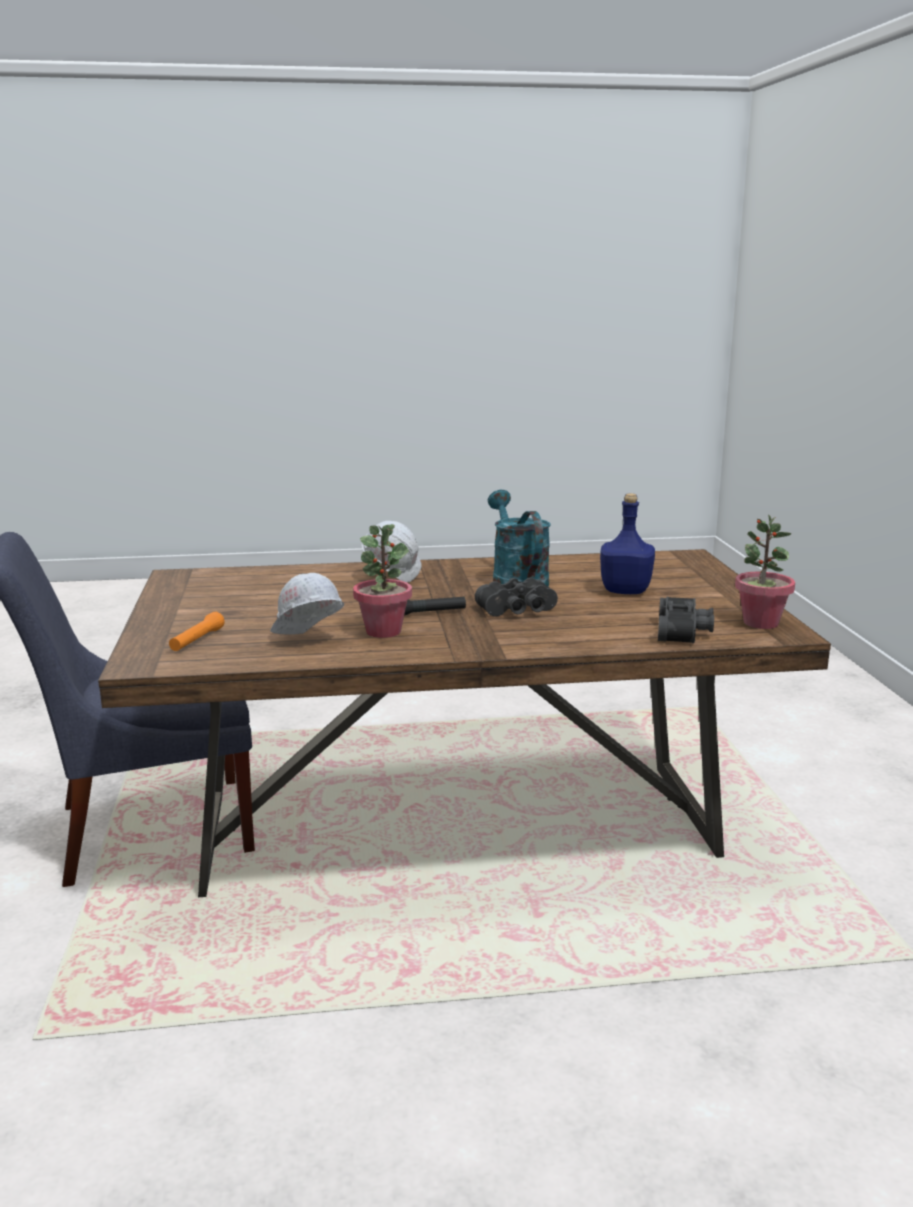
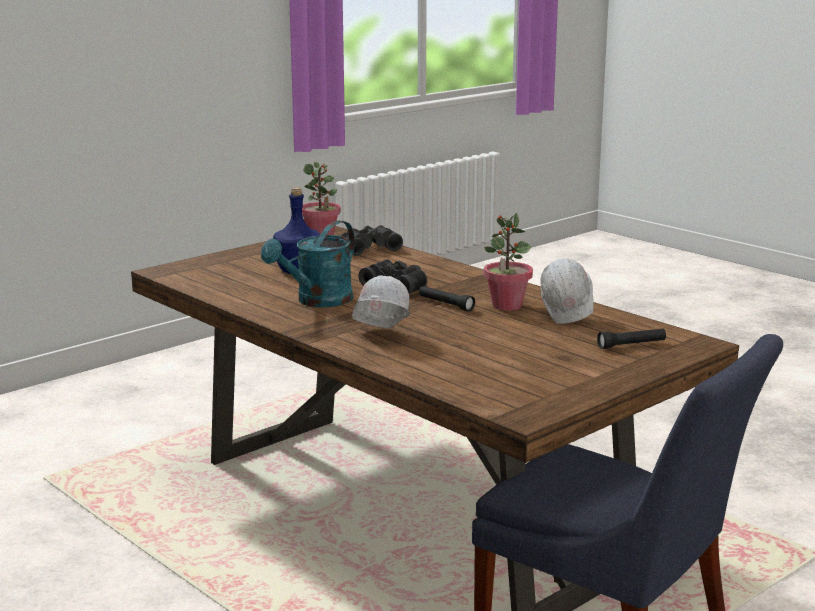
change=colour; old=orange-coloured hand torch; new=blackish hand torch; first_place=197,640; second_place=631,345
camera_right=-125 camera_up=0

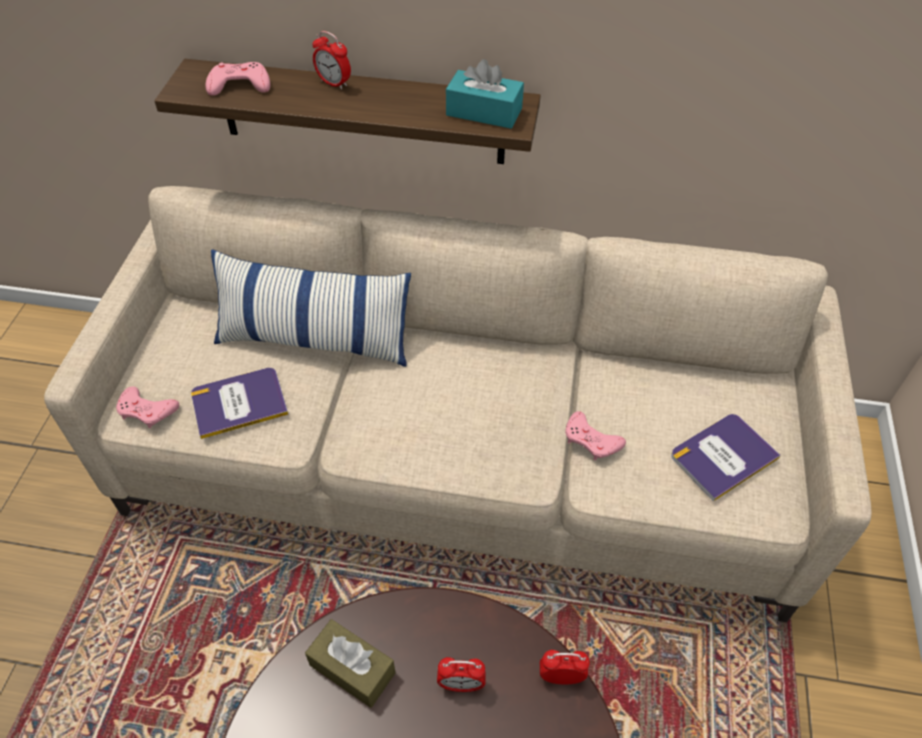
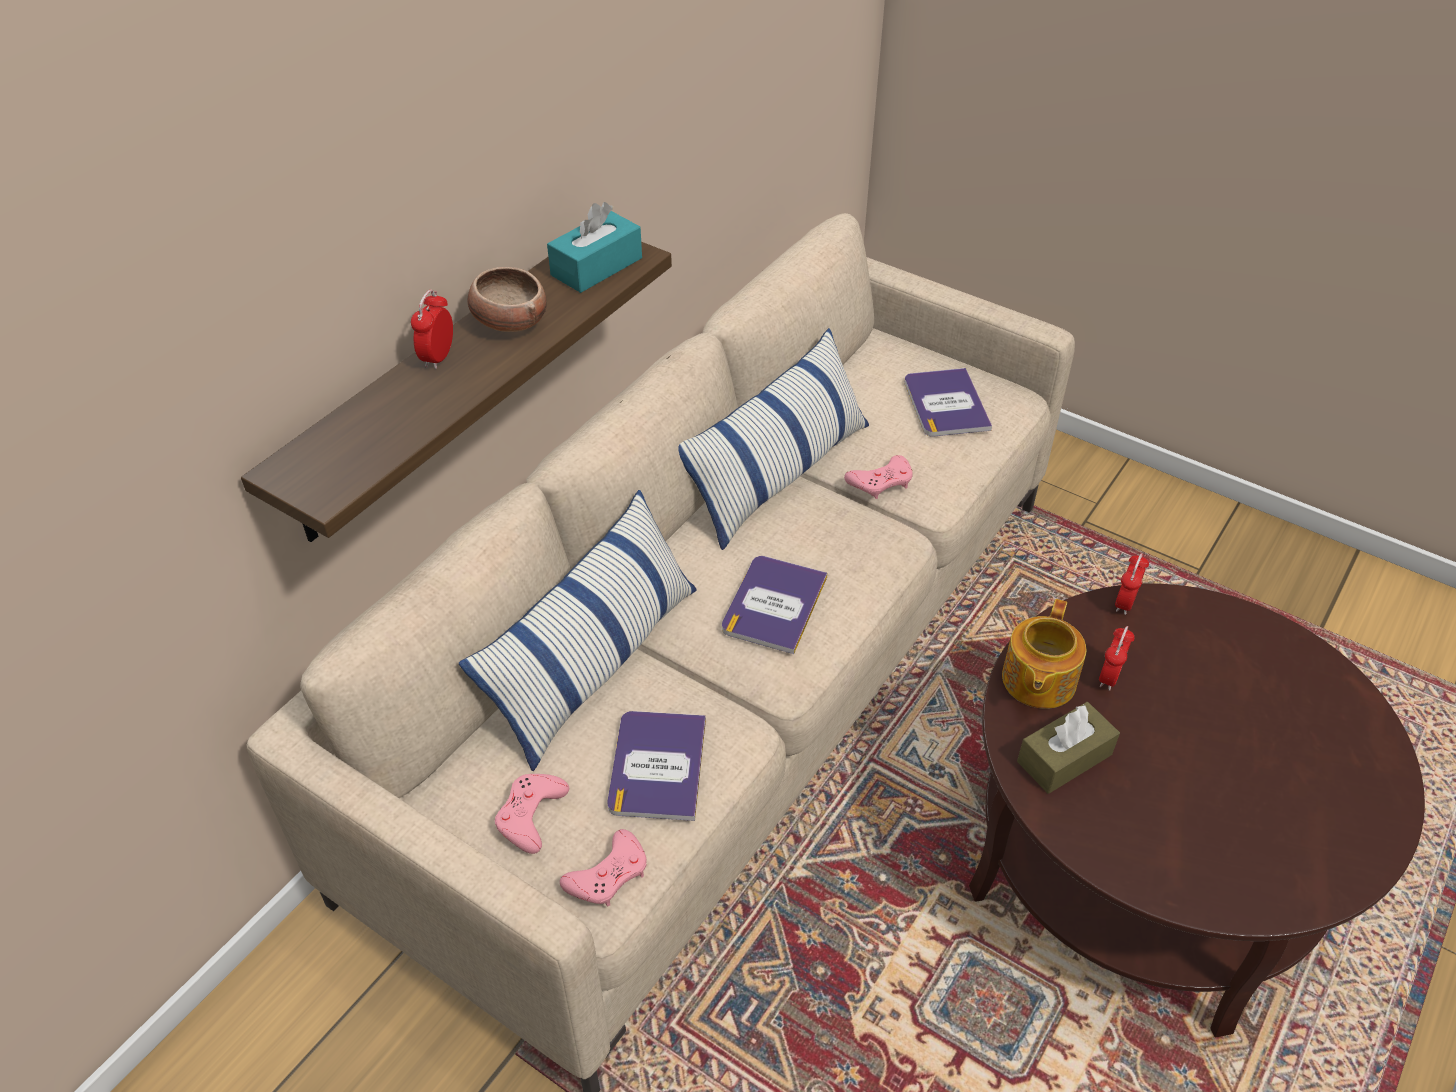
change=spun; old=table clock; first_place=334,83; second_place=438,357; degrees=135
change=appeared; new=deep dish; second_place=509,321
change=relocated; old=pinkish game controller; first_place=239,85; second_place=531,815
change=appeared; new=throw pillow; second_place=777,474
change=appeared; new=volume; second_place=774,604
change=appeared; new=tea pot; second_place=1037,681
camera_right=-65 camera_up=-5

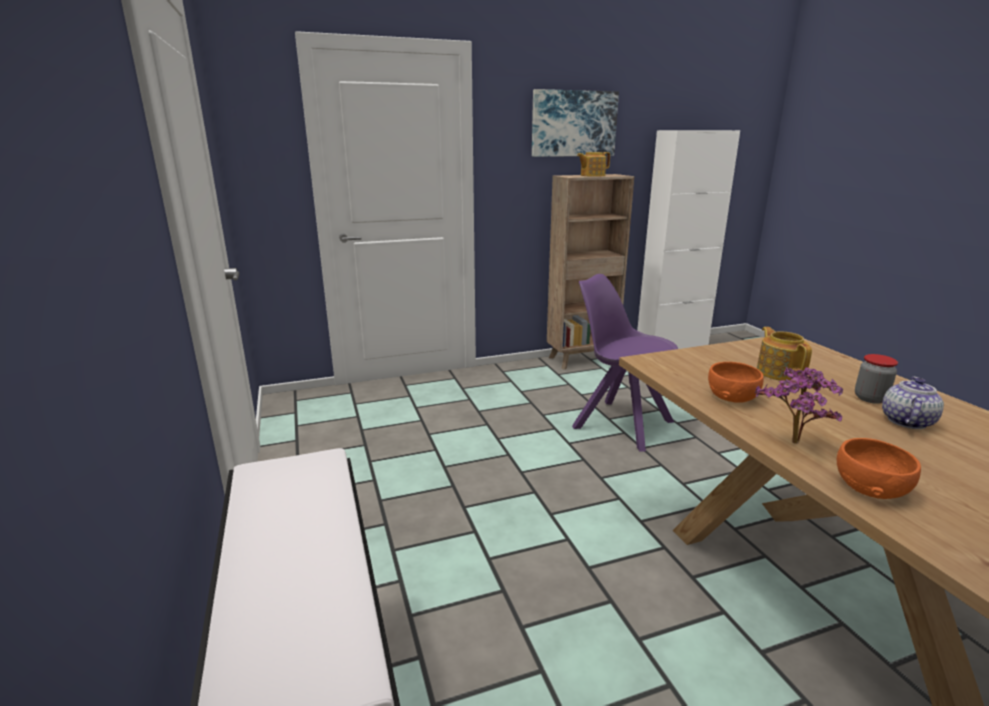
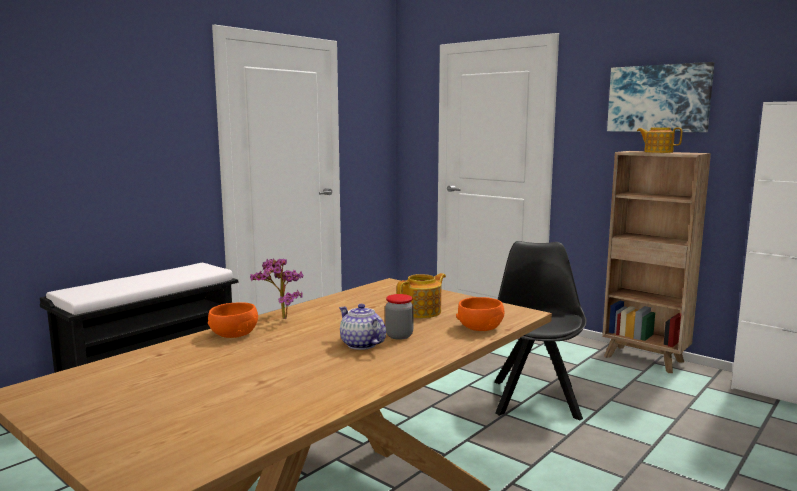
change=spun; old=tea pot; first_place=906,421; second_place=360,344; degrees=-135
change=relocated; old=orange-coloured deep dish; first_place=731,396; second_place=480,327
change=colour; old=purple-coloured chair; new=blackish chair; first_place=620,423; second_place=535,398
camera_right=60 camera_up=-10

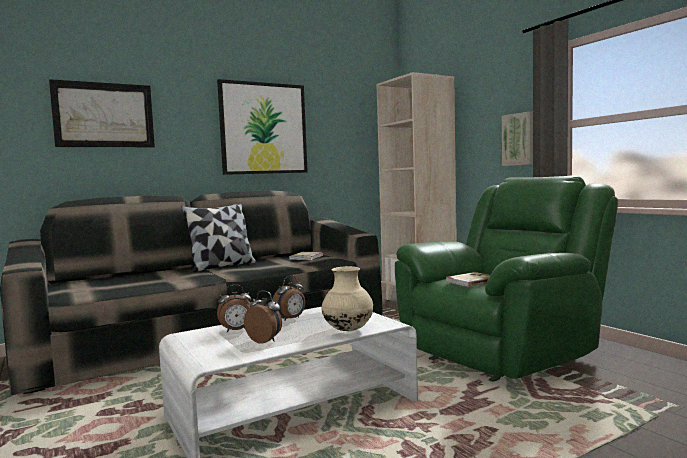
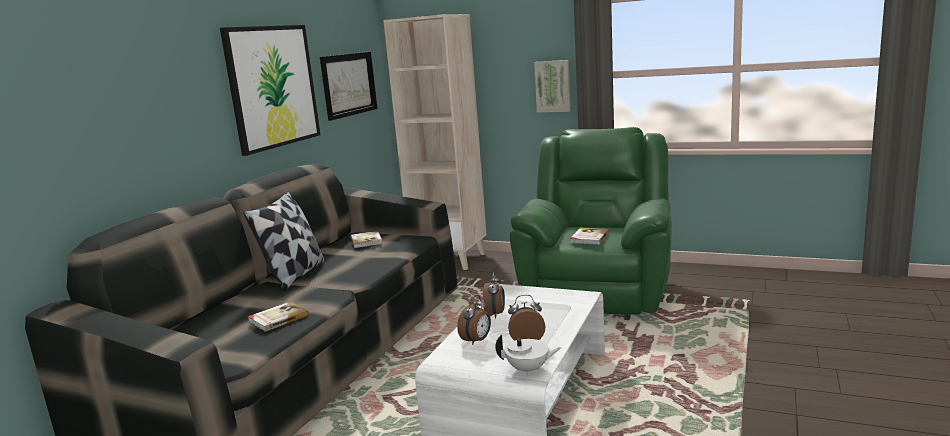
change=appeared; new=volume; second_place=278,318
change=relocated; old=wall picture; first_place=104,115; second_place=349,84
change=appeared; new=whitish tea pot; second_place=528,369
change=missing; old=sand-coloured vase; first_place=348,330
camera_right=-35 camera_up=10

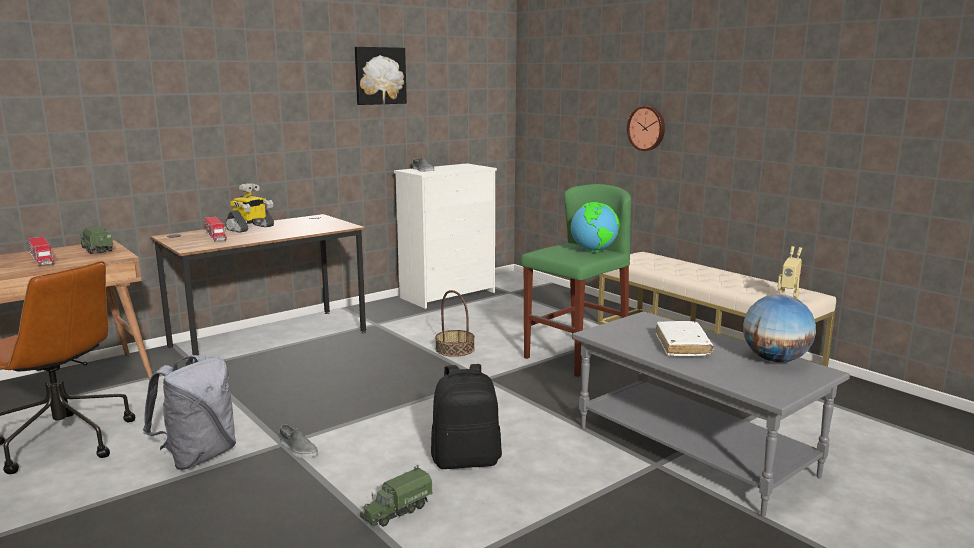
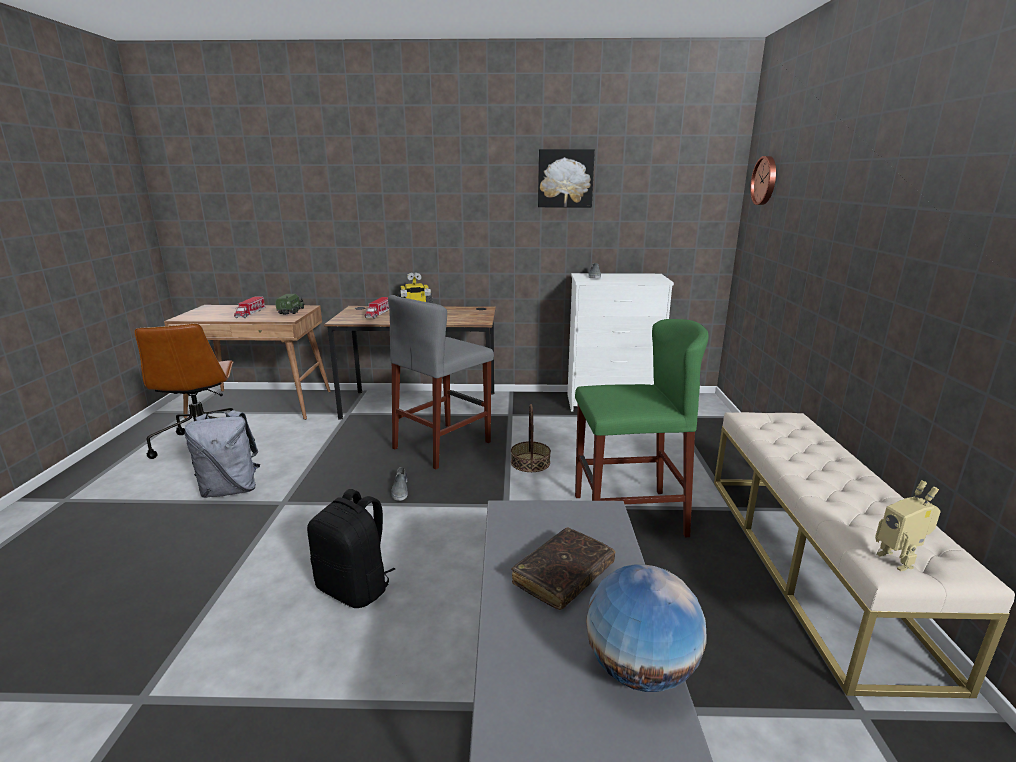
change=appeared; new=greyish stool; second_place=442,445
change=relocated; old=greyish shoe; first_place=298,448; second_place=400,489
change=colour; old=whitish volume; new=brown-coloured volume; first_place=682,345; second_place=563,575
change=relocated; old=hanging clock; first_place=647,128; second_place=765,180
change=missing; old=toy lorry; first_place=396,511
change=missing; old=desk globe; first_place=594,251
camera_right=40 camera_up=5

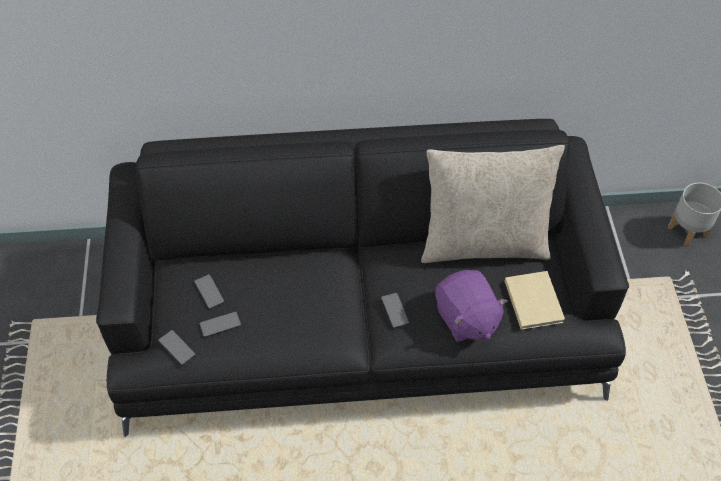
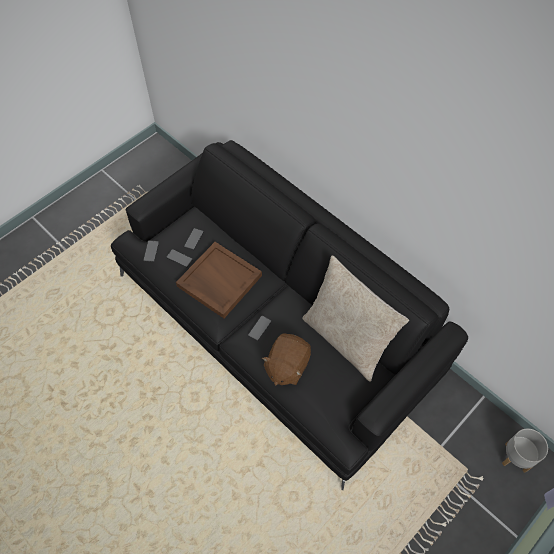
change=appeared; new=brown-coloured tray; second_place=218,281
change=colour; old=purple-coloured soft toy; new=brown-coloured soft toy; first_place=465,318; second_place=286,366
change=missing; old=sand-coloured volume; first_place=534,300
camera_right=50 camera_up=5

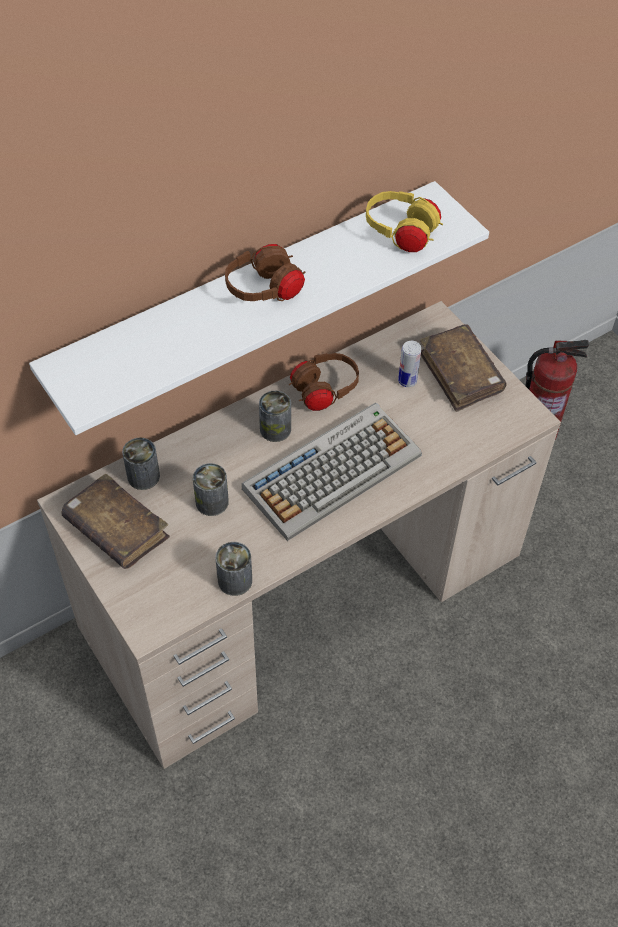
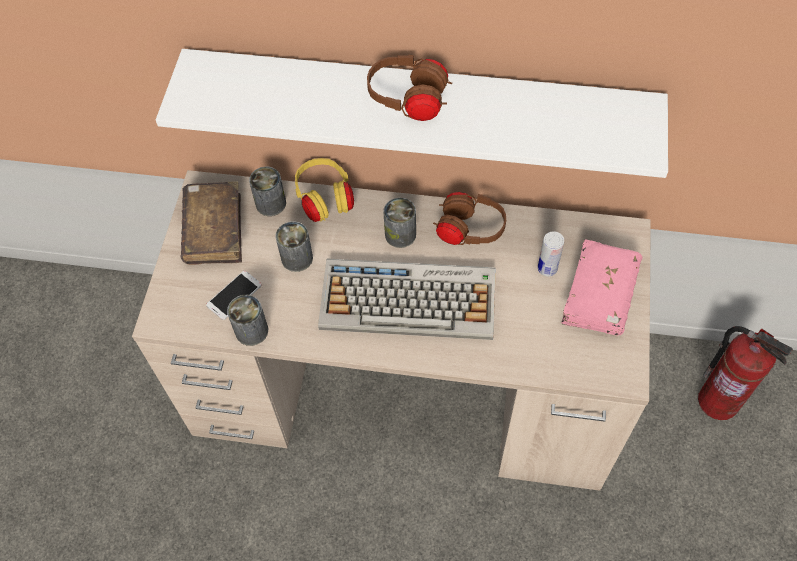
change=appeared; new=phone; second_place=234,295
change=relocated; old=yellow pair of headphones; first_place=401,234; second_place=325,200
change=colour; old=brown-coloured volume; new=pinkish volume; first_place=460,374; second_place=599,295
camera_right=45 camera_up=5

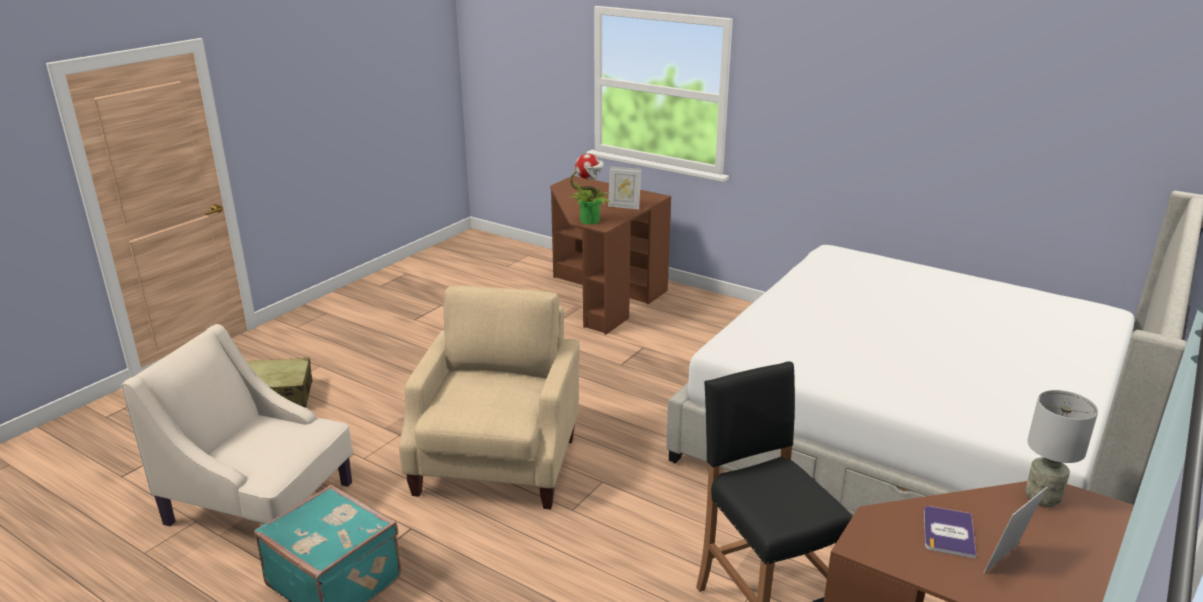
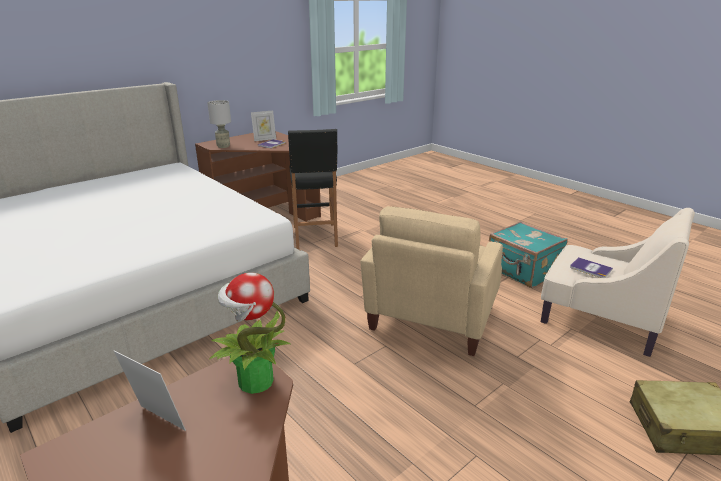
change=appeared; new=volume; second_place=590,268
camera_right=-165 camera_up=0

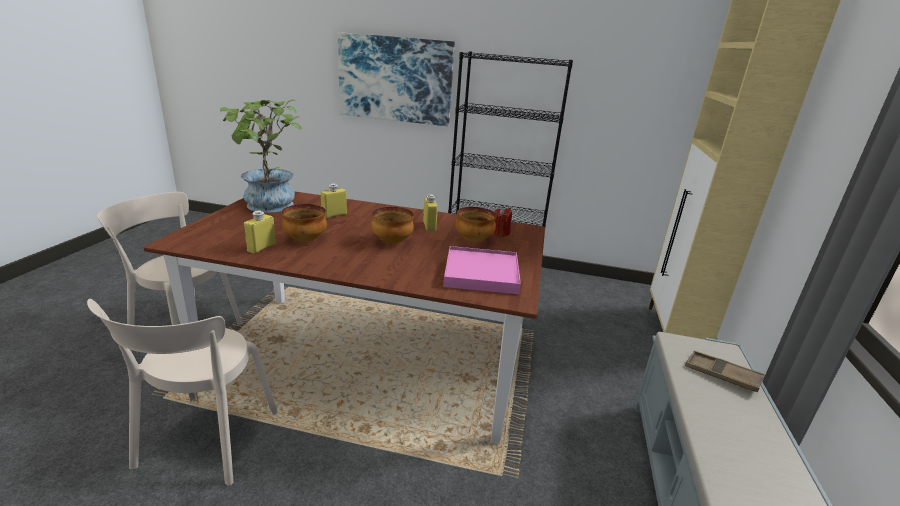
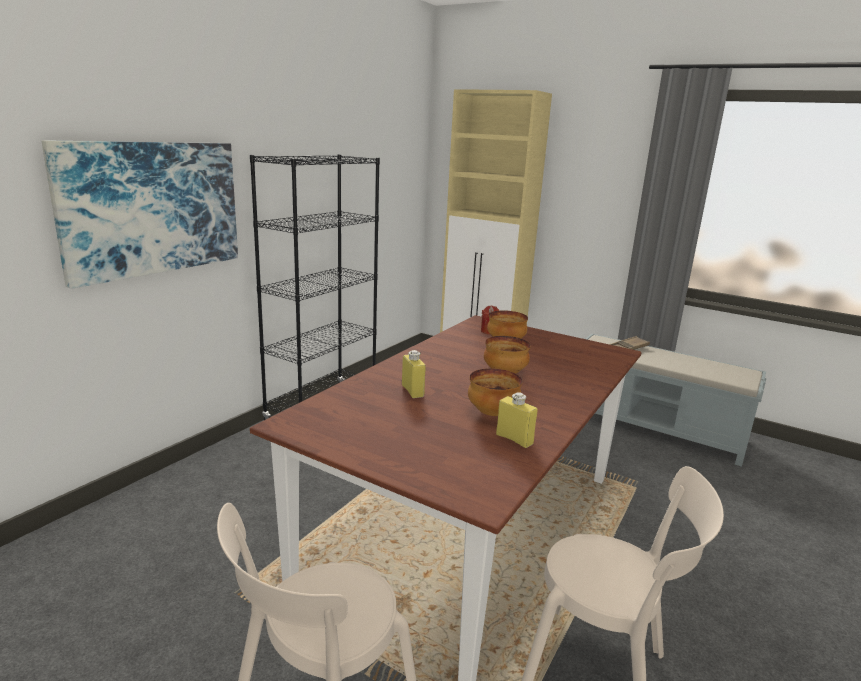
change=missing; old=houseplant; first_place=269,207
change=missing; old=yellow drink bottle; first_place=429,226
change=missing; old=pinkish tray; first_place=481,273
camera_right=-70 camera_up=-5

